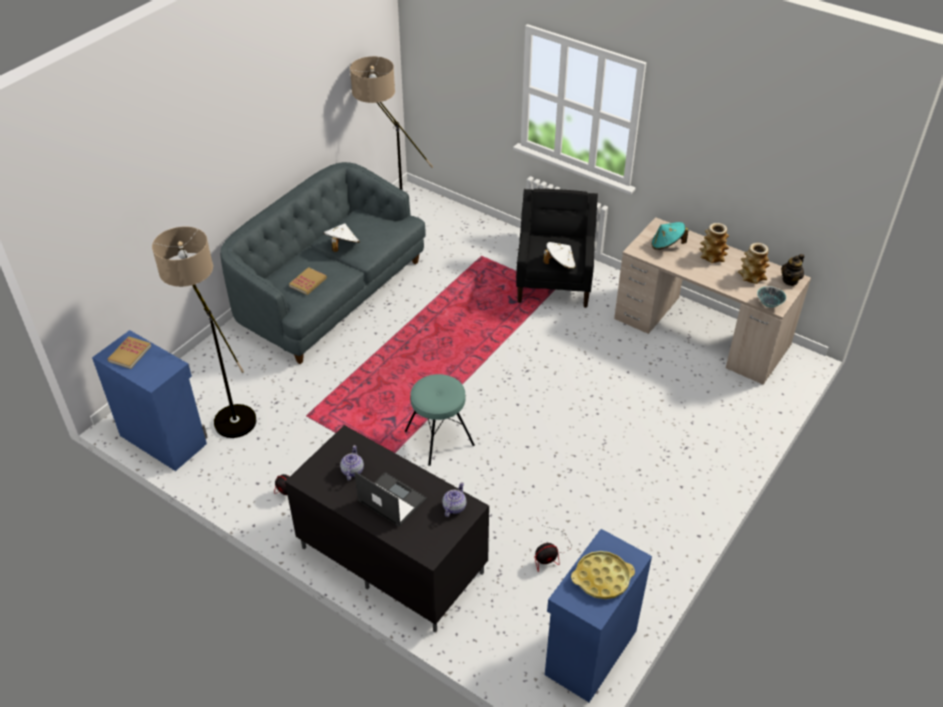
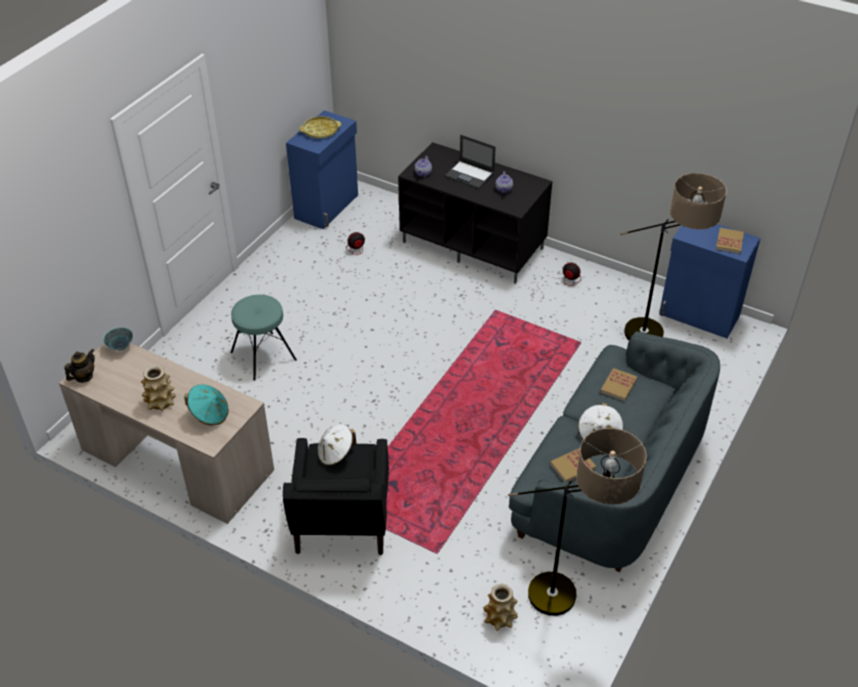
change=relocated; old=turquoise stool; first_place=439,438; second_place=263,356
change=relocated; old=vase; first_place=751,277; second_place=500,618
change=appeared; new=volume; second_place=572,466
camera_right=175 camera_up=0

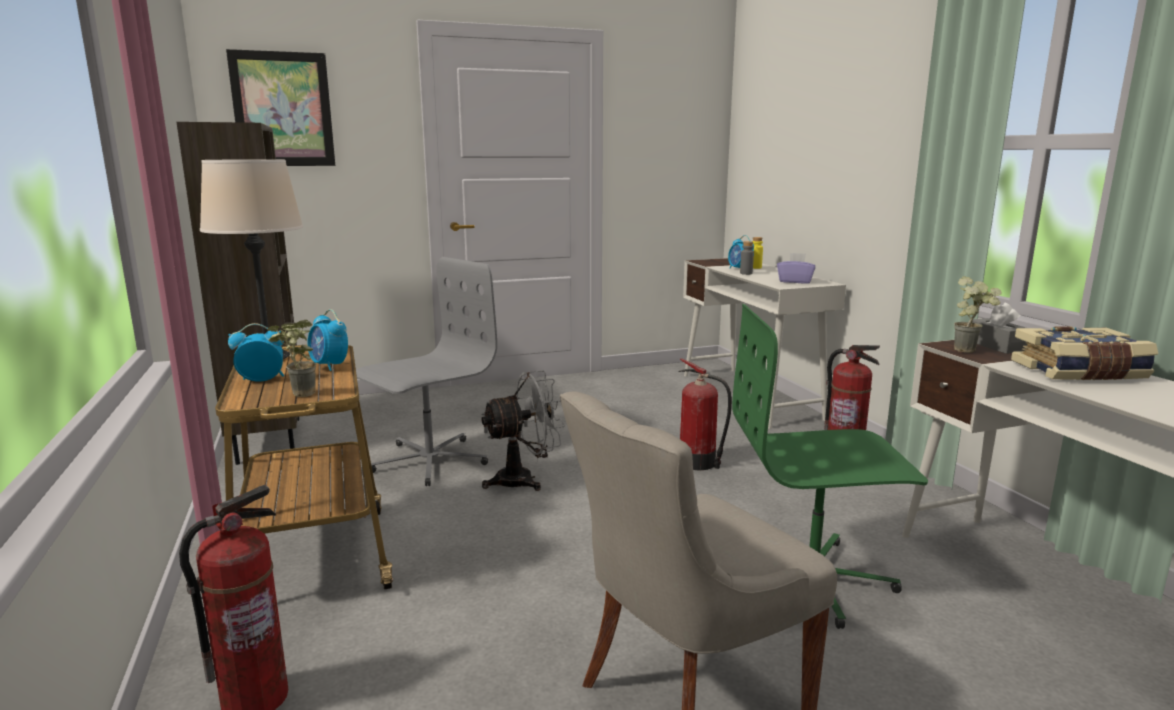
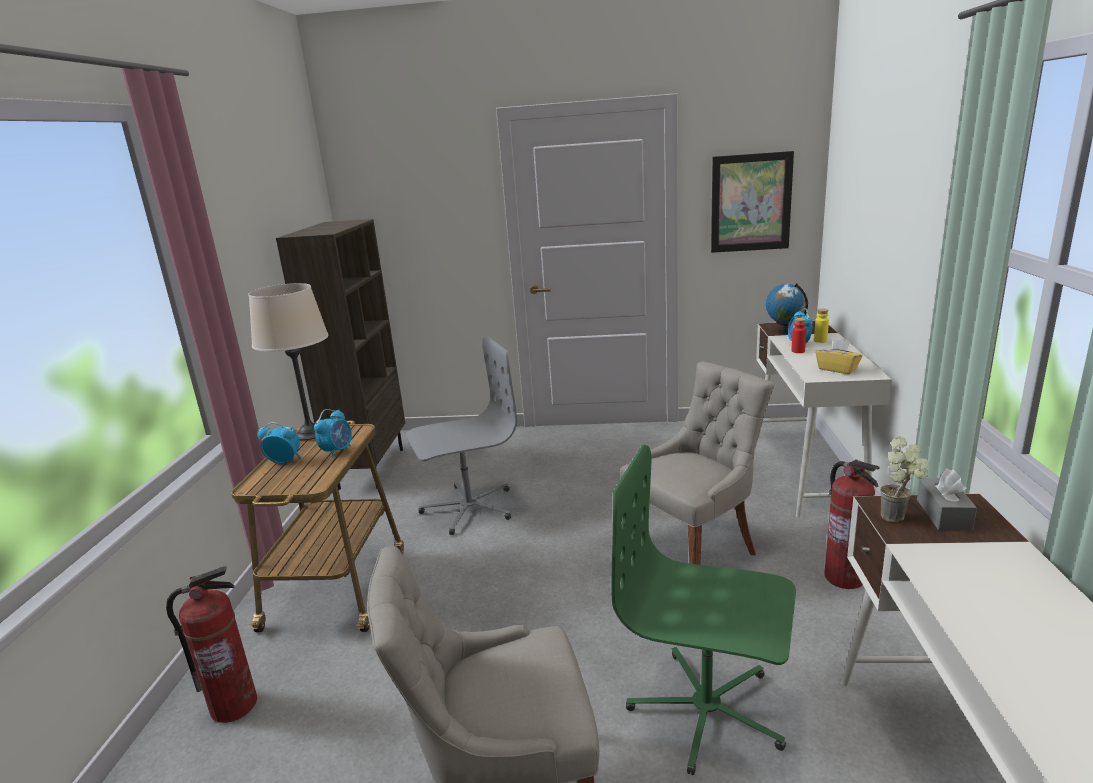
change=spun; old=table clock; first_place=329,366; second_place=337,451; degrees=-135
change=exchanged; old=extinguisher; new=greyish chair; first_place=699,463; second_place=694,549
change=relocated; old=wall picture; first_place=283,109; second_place=750,203
change=appeared; new=desk globe; second_place=785,332
change=colour; old=greyish drink bottle; new=reddish drink bottle; first_place=746,273; second_place=798,351
change=colour; old=purple-coloured tissue holder; new=yellow tissue holder; first_place=795,281; second_place=837,369
change=missing; old=houseplant; first_place=297,395
change=missing; old=greyish electric fan; first_place=524,479
change=missing; old=volume; first_place=1079,372
camera_right=25 camera_up=5

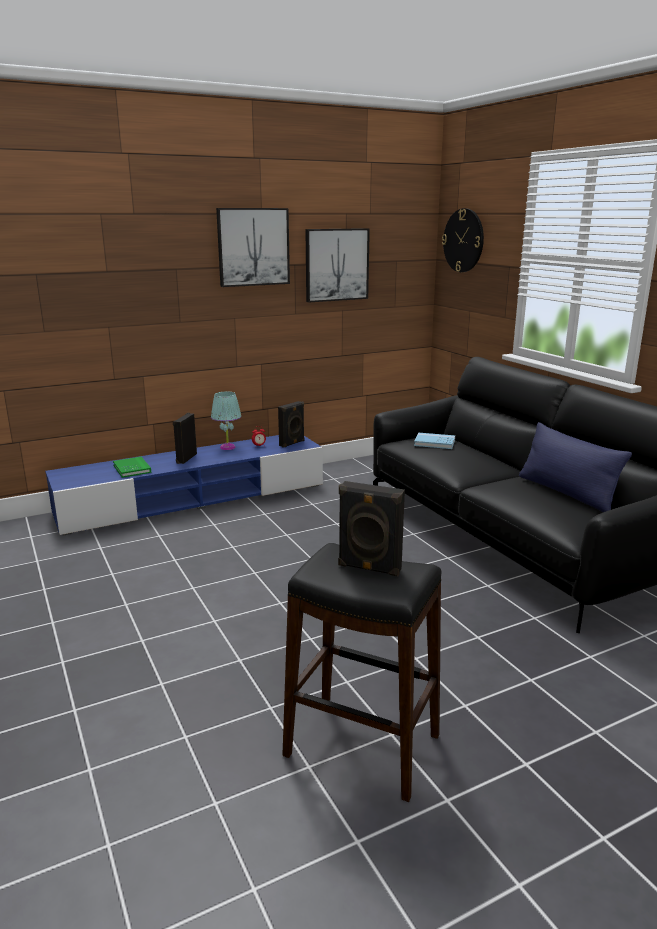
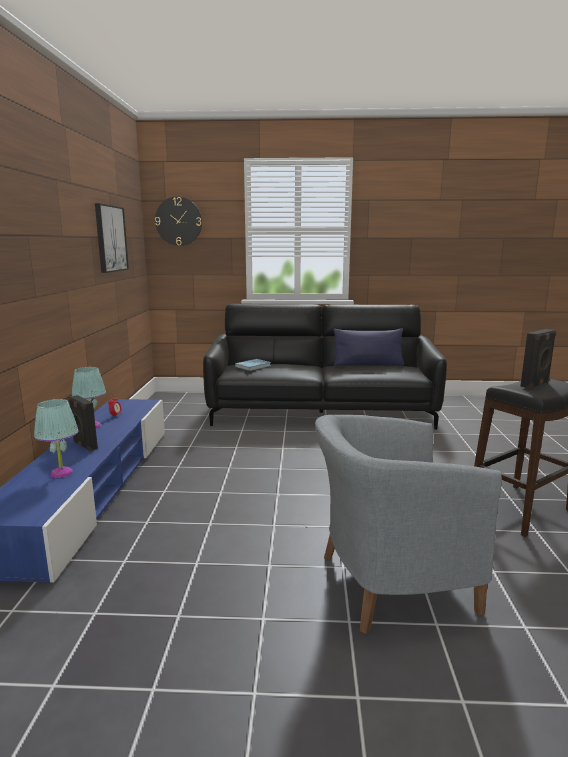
change=exchanged; old=green volume; new=turquoise tabletop lamp; first_place=132,469; second_place=61,473
change=appeared; new=greyish easy chair; second_place=389,583
change=missing; old=wall picture; first_place=253,247
change=missing; old=blackish audio speaker; first_place=292,443
camera_right=-60 camera_up=-5

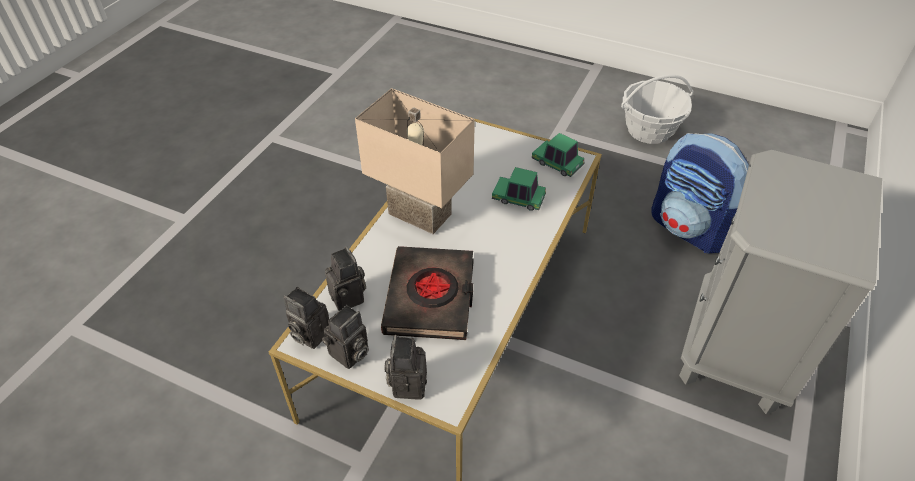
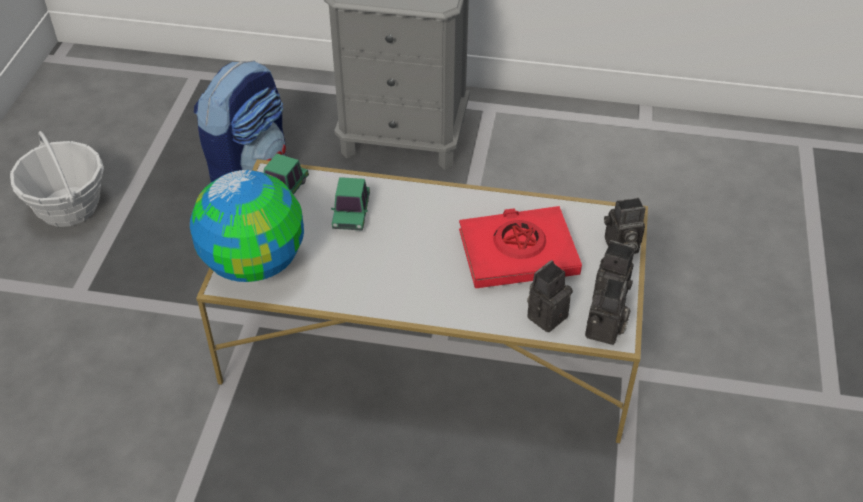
change=appeared; new=desk globe; second_place=255,263
change=colour; old=blackish volume; new=reddish volume; first_place=431,297; second_place=518,253
change=missing; old=sand-coloured tabletop lamp; first_place=422,212
camera_right=-105 camera_up=0

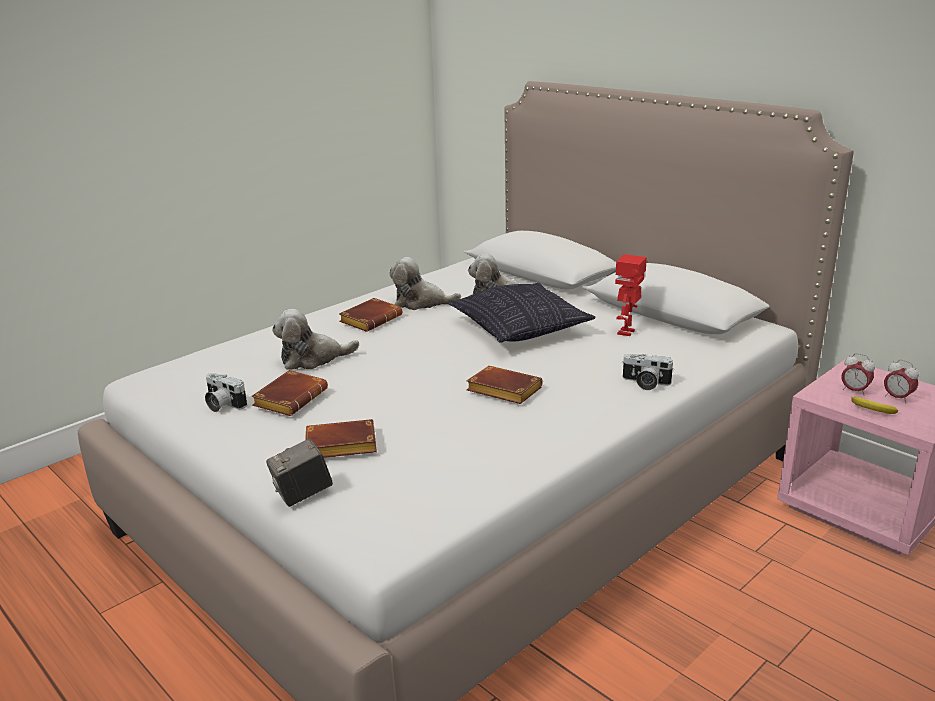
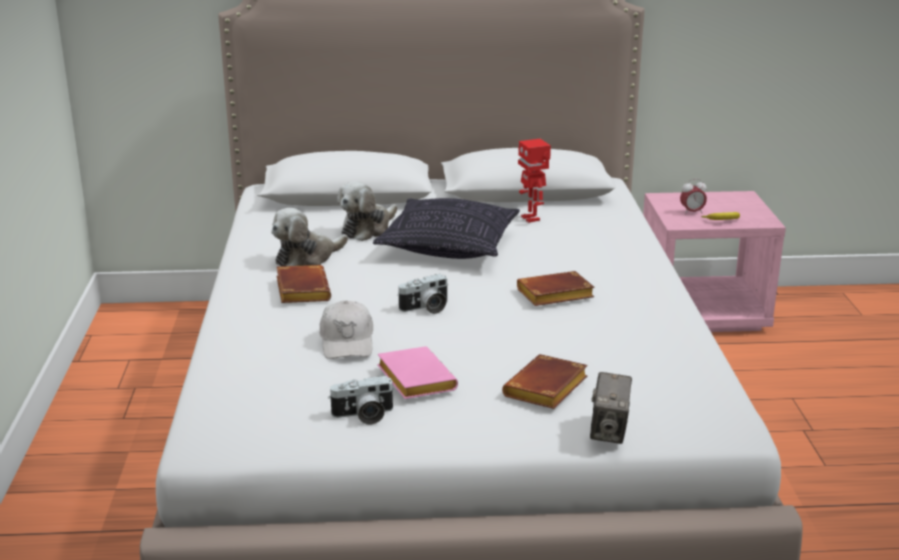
change=exchanged; old=soft toy; new=whitish peaked cap; first_place=313,359; second_place=347,341
change=colour; old=brown-coloured volume; new=pinkish volume; first_place=290,398; second_place=413,379
change=relocated; old=still camera; first_place=645,383; second_place=426,308
change=missing; old=table clock; first_place=897,398
camera_right=-50 camera_up=0

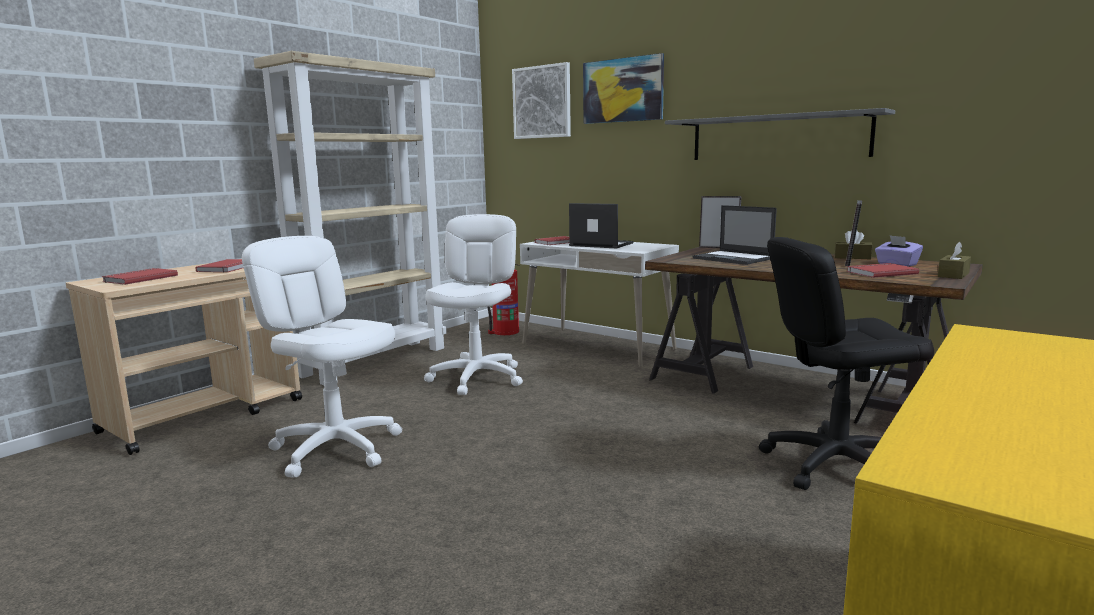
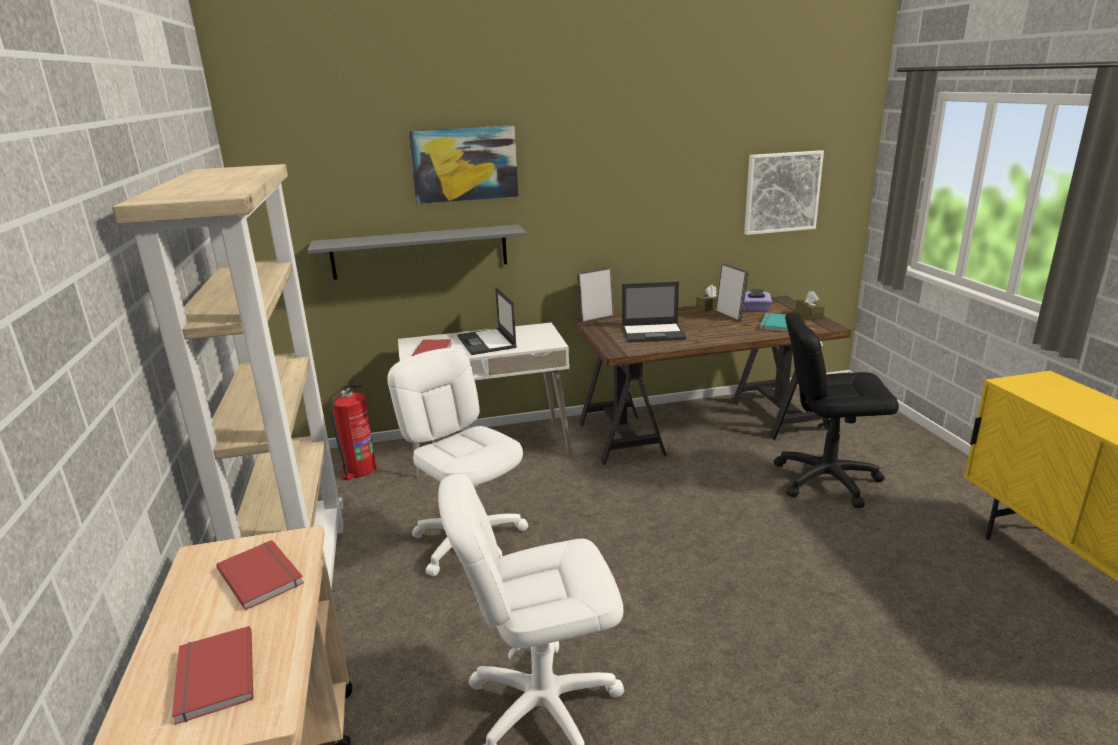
change=relocated; old=greyish bracket shelf; first_place=778,137; second_place=420,252
change=spun; old=notebook computer; first_place=600,244; second_place=487,342; degrees=-90
change=relocated; old=wall picture; first_place=542,102; second_place=782,192
change=colour; old=reddish volume; new=turquoise volume; first_place=880,273; second_place=775,324
change=spun; old=blackish office chair; first_place=834,465; second_place=826,479; degrees=60
camera_right=-50 camera_up=10

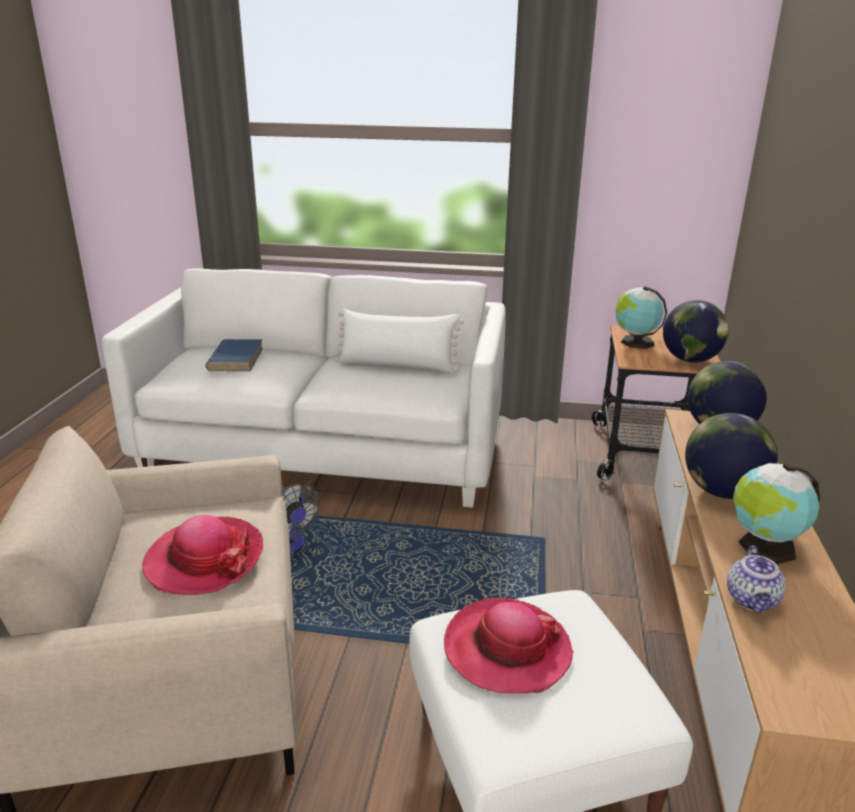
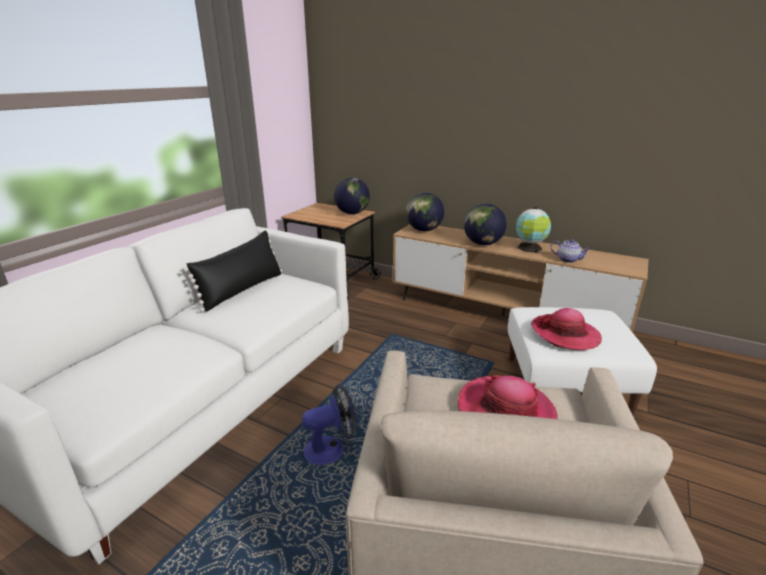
change=colour; old=whitish throw pillow; new=blackish throw pillow; first_place=397,365; second_place=242,290
change=missing; old=blue volume; first_place=235,359
change=missing; old=desk globe; first_place=635,342
camera_right=-70 camera_up=0

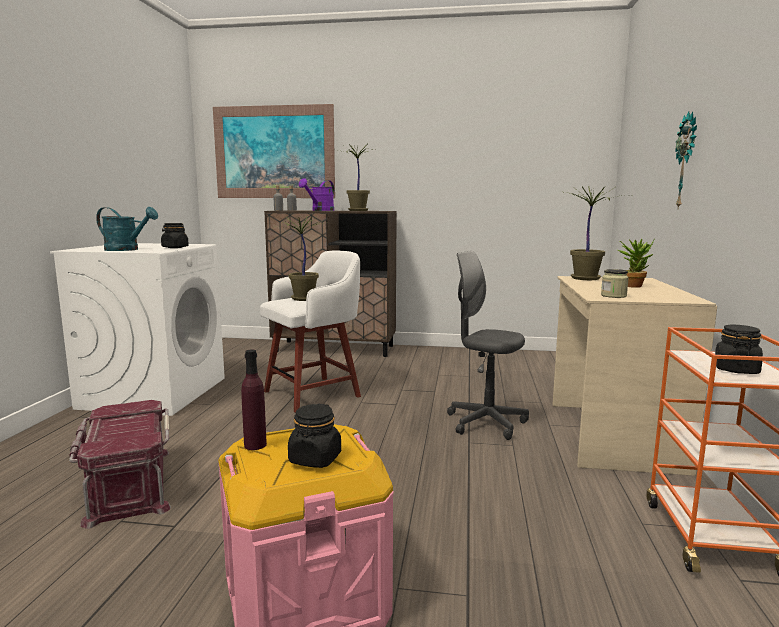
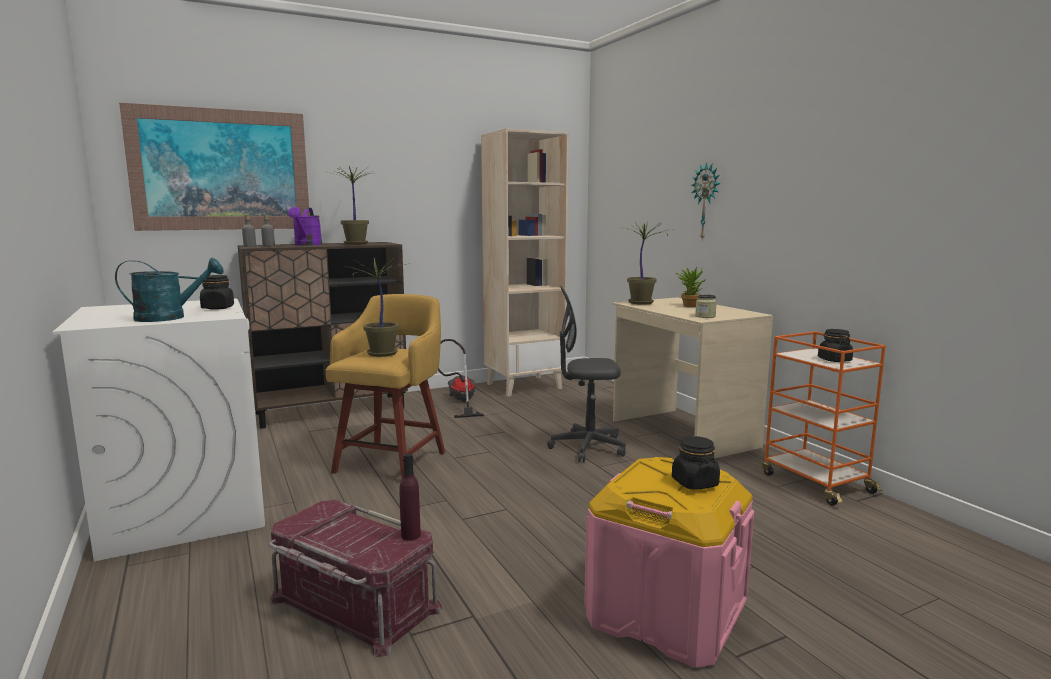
change=colour; old=whitish stool; new=yellow stool; first_place=315,393; second_place=393,461
change=relocated; old=purple-coloured drink bottle; first_place=255,445; second_place=411,535
change=appeared; new=vacuum cleaner; second_place=460,402
change=appeared; new=sand-coloured bookcase; second_place=524,386
camera_right=-35 camera_up=0

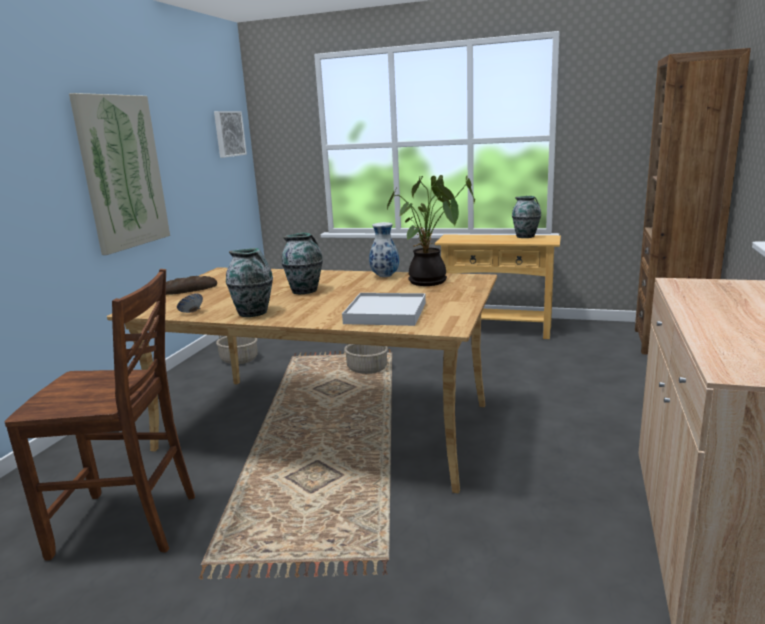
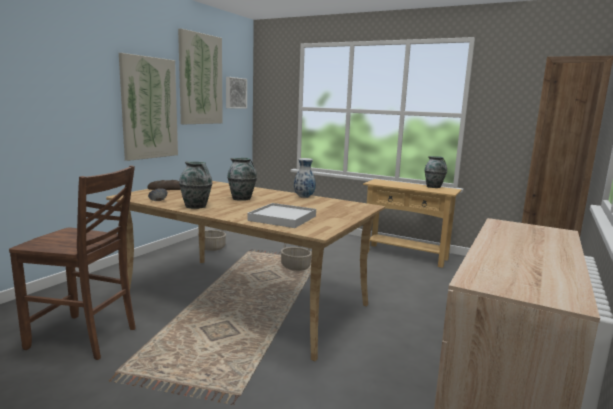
change=appeared; new=wall picture; second_place=200,79
change=missing; old=houseplant; first_place=430,282
camera_right=10 camera_up=-5

